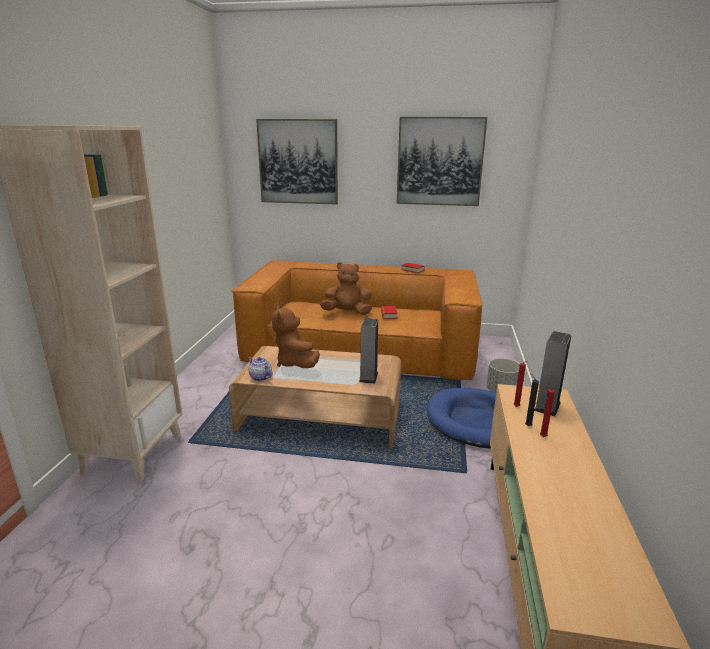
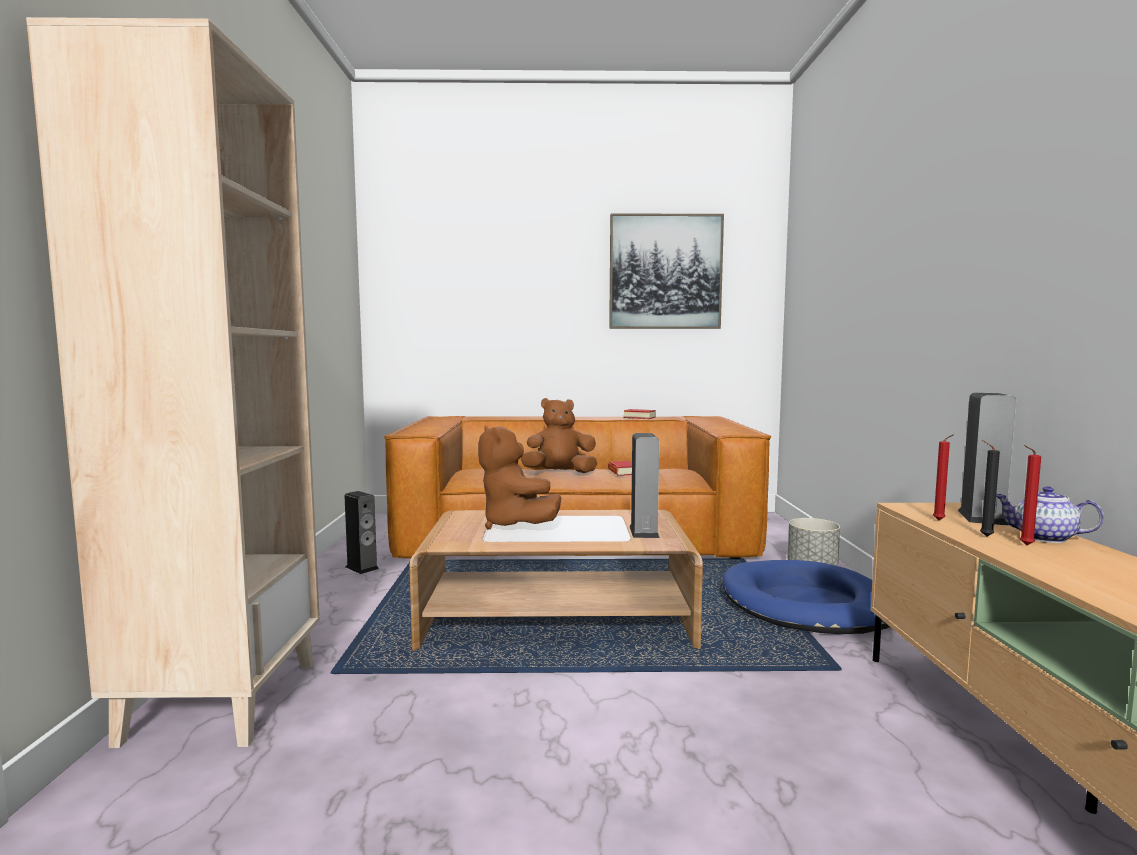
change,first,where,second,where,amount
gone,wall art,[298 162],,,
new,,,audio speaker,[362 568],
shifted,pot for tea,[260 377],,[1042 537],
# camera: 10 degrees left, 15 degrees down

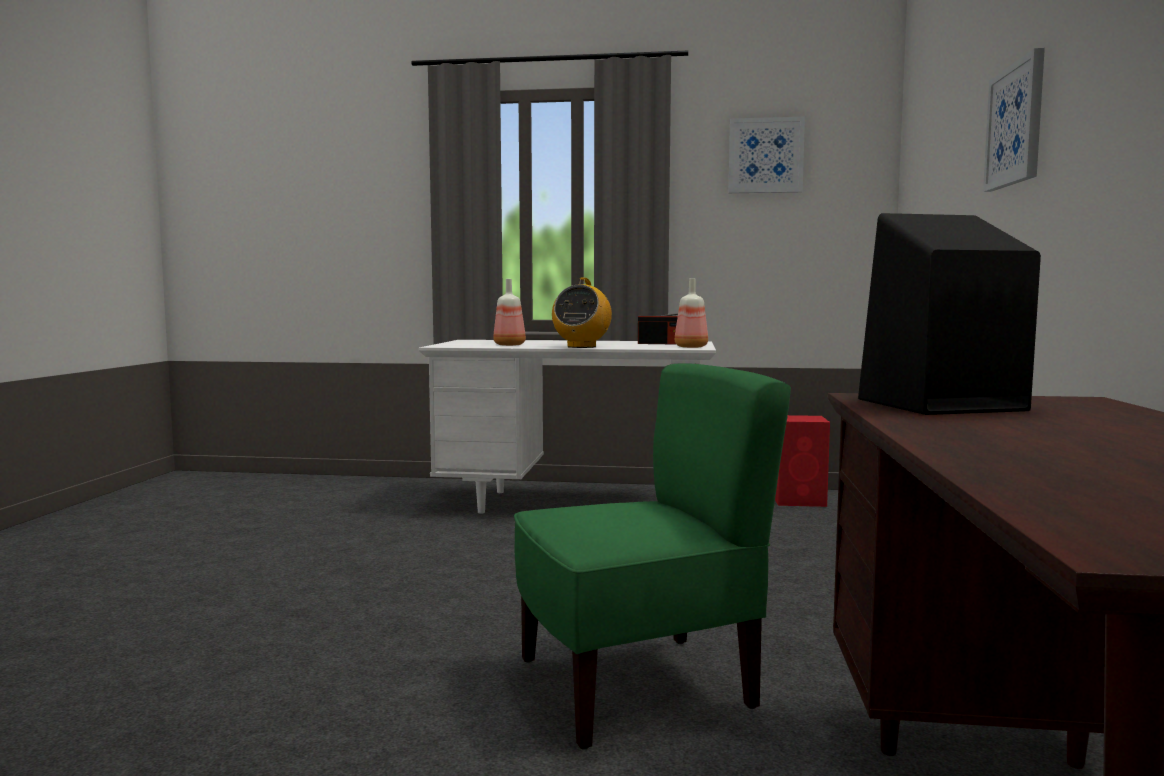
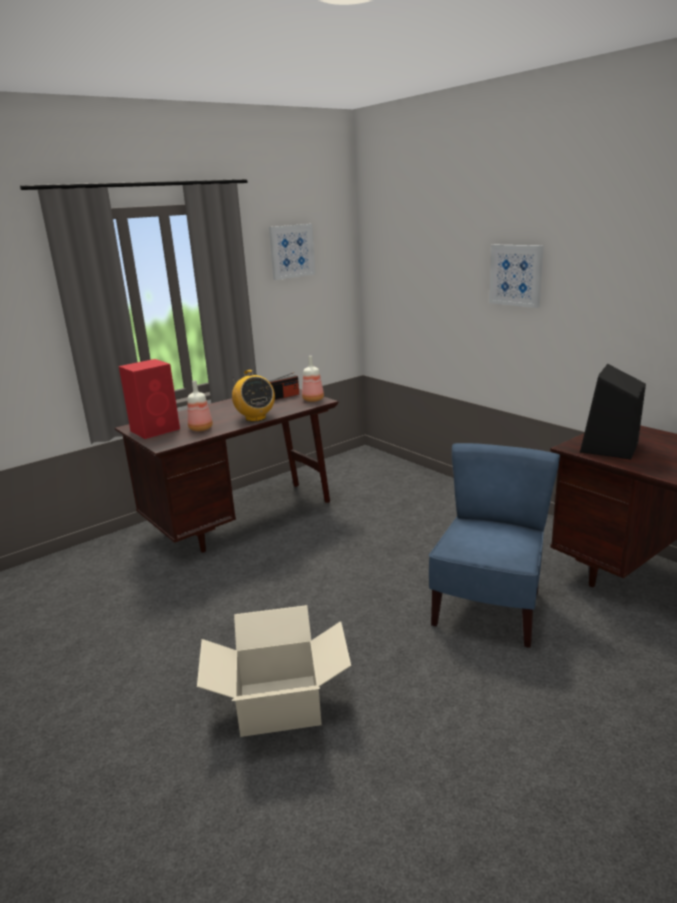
change,first,where,second,where,amount
new,,,packing box,[279 704],
shifted,red-coloured audio speaker,[800 500],,[156 429],
repainted,whitish desk,[574 504],brown-coloured desk,[243 519],
repainted,green chair,[636 686],blue-coloured chair,[489 609],
# camera: 45 degrees left, 15 degrees up

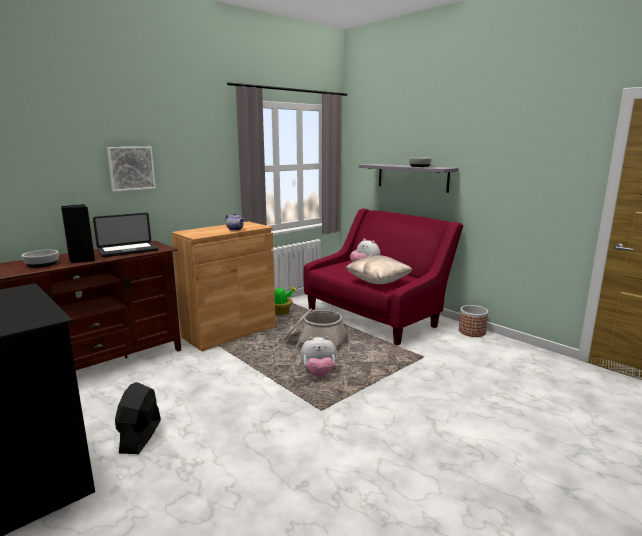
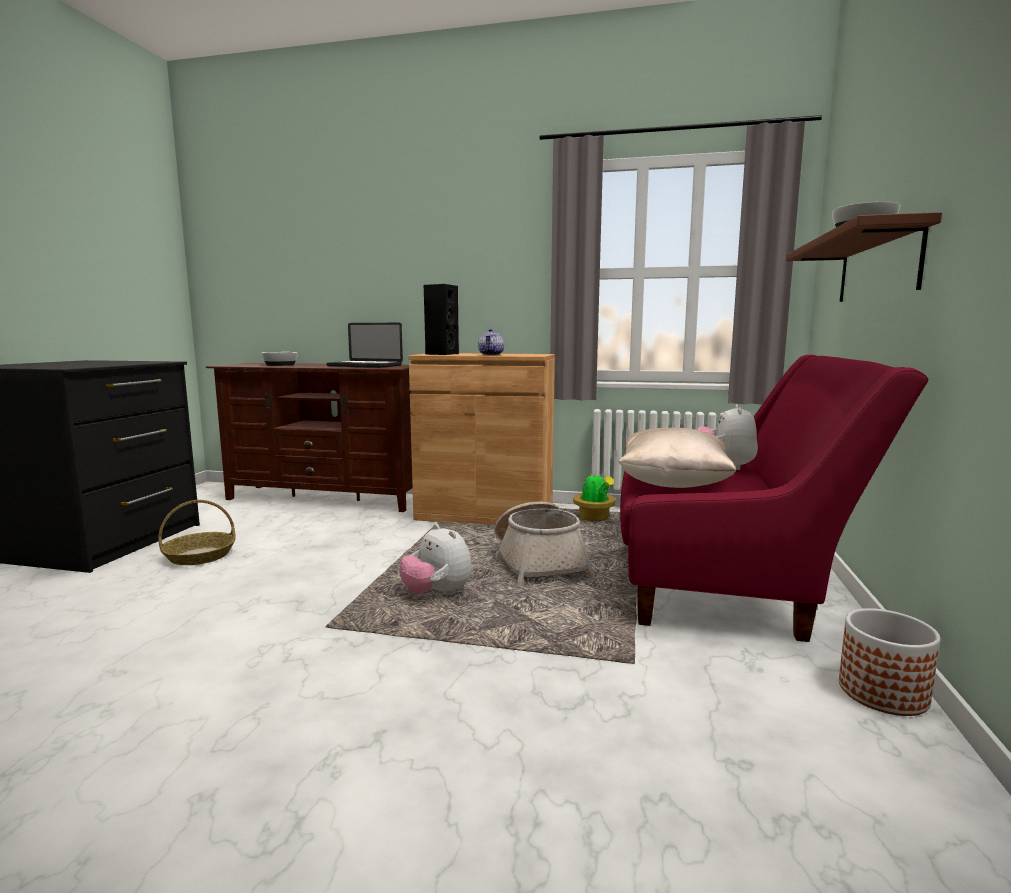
change,first,where,second,where,amount
gone,wall art,[131 168],,,
shifted,blackish audio speaker,[82 260],,[441 354],
swapped,blackish electric fan,[140 436],storage basket,[199 556],
repainted,grey shelf,[412 177],brown-coloured shelf,[877 266],
# camera: 55 degrees right, 5 degrees down

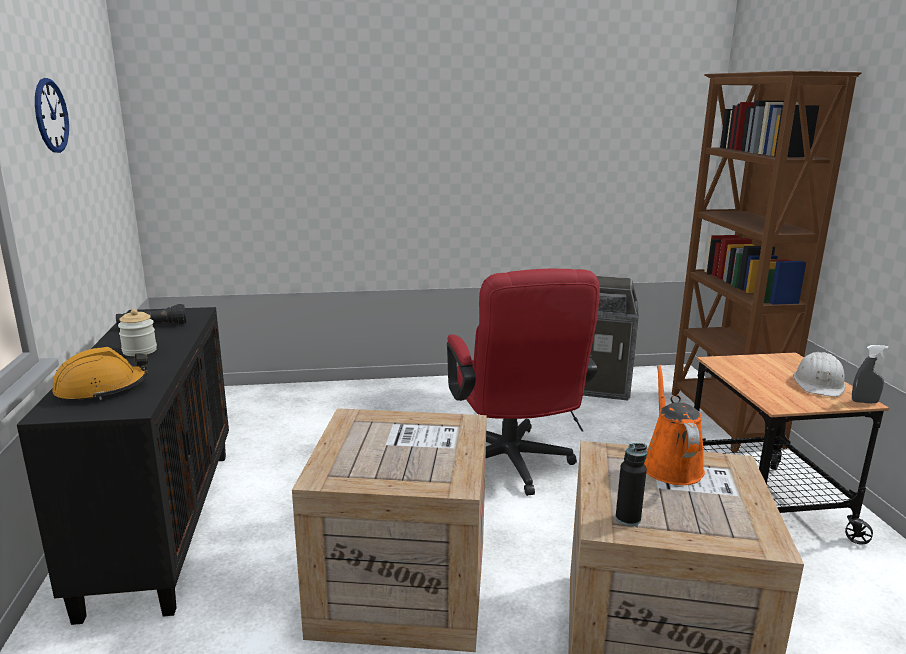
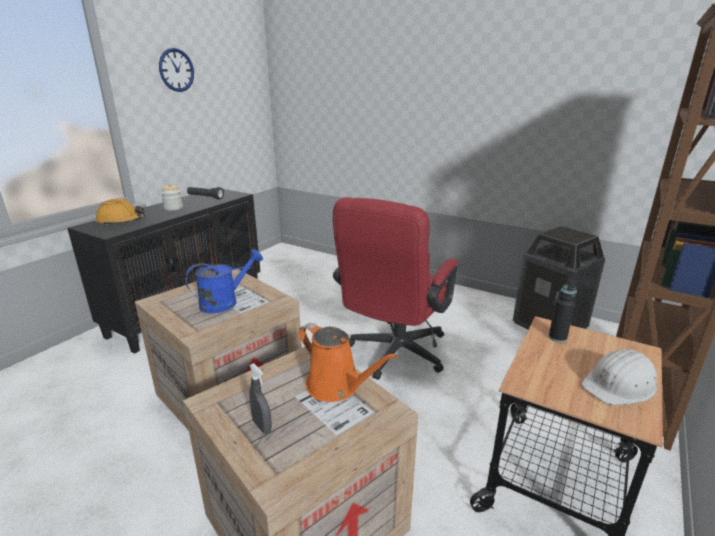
change,first,where,second,where,amount
new,,,blue-coloured watering pot,[225 302],
shifted,blackish beverage bottle,[628 519],,[557 337],
shifted,grey spray bottle,[864 402],,[262 426],
rotated,orangey watering pot,[670 465],,[337 386],90 degrees clockwise
# camera: 40 degrees right, 5 degrees up

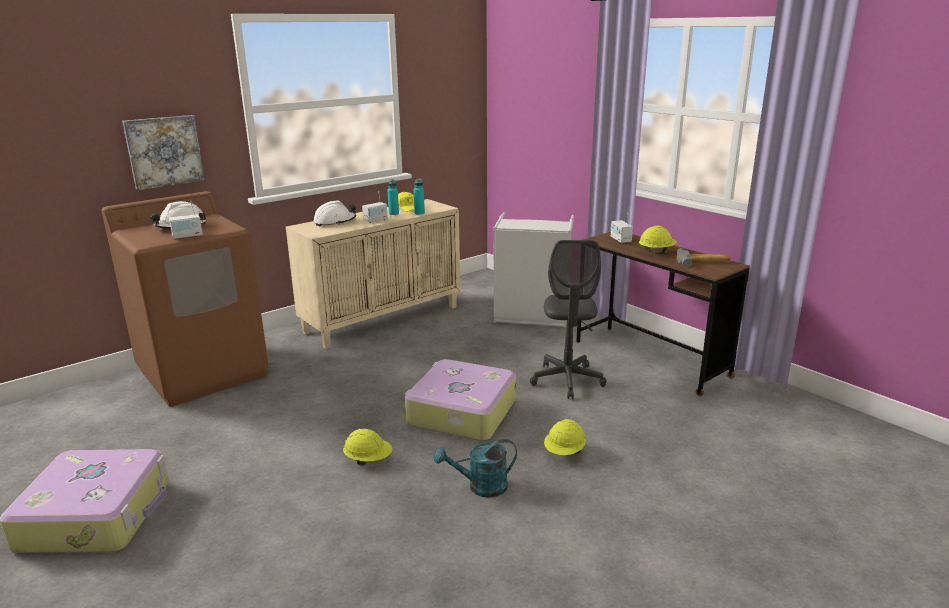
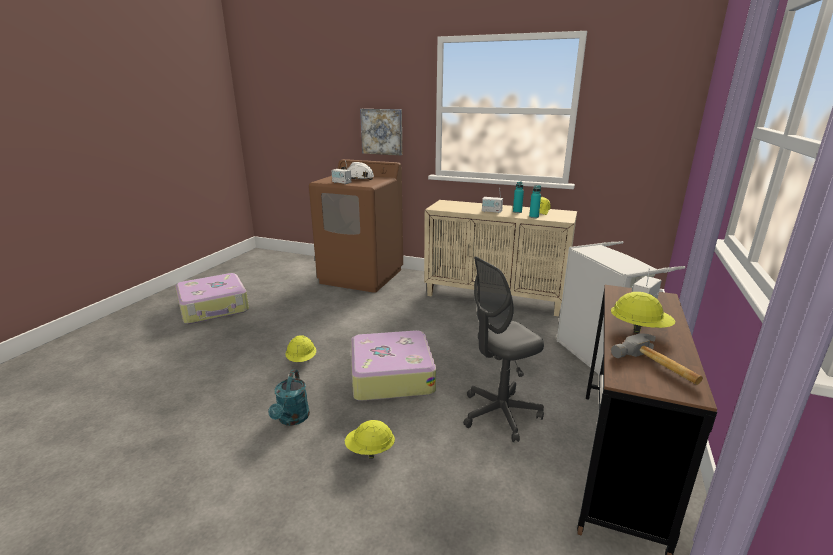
change,first,where,second,where,amount
gone,whitish hard hat,[335 222],,,
rotated,blue-green watering pot,[480 487],,[292 419],135 degrees counterclockwise
# camera: 60 degrees right, 0 degrees up

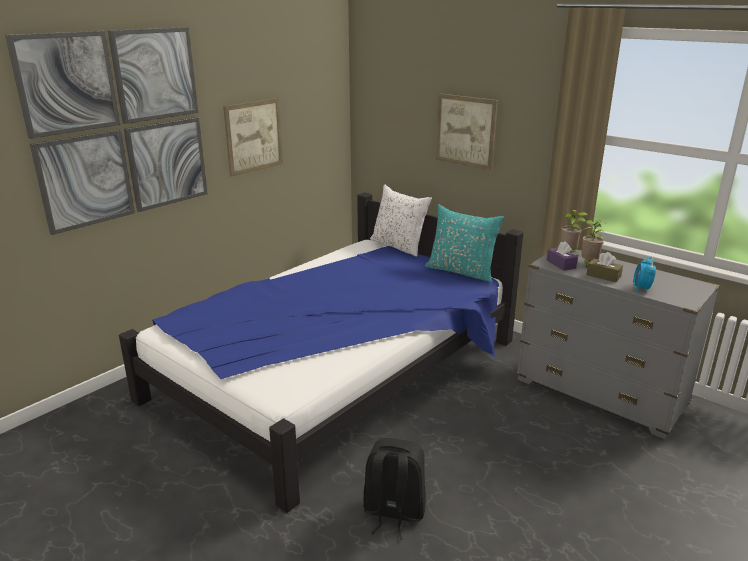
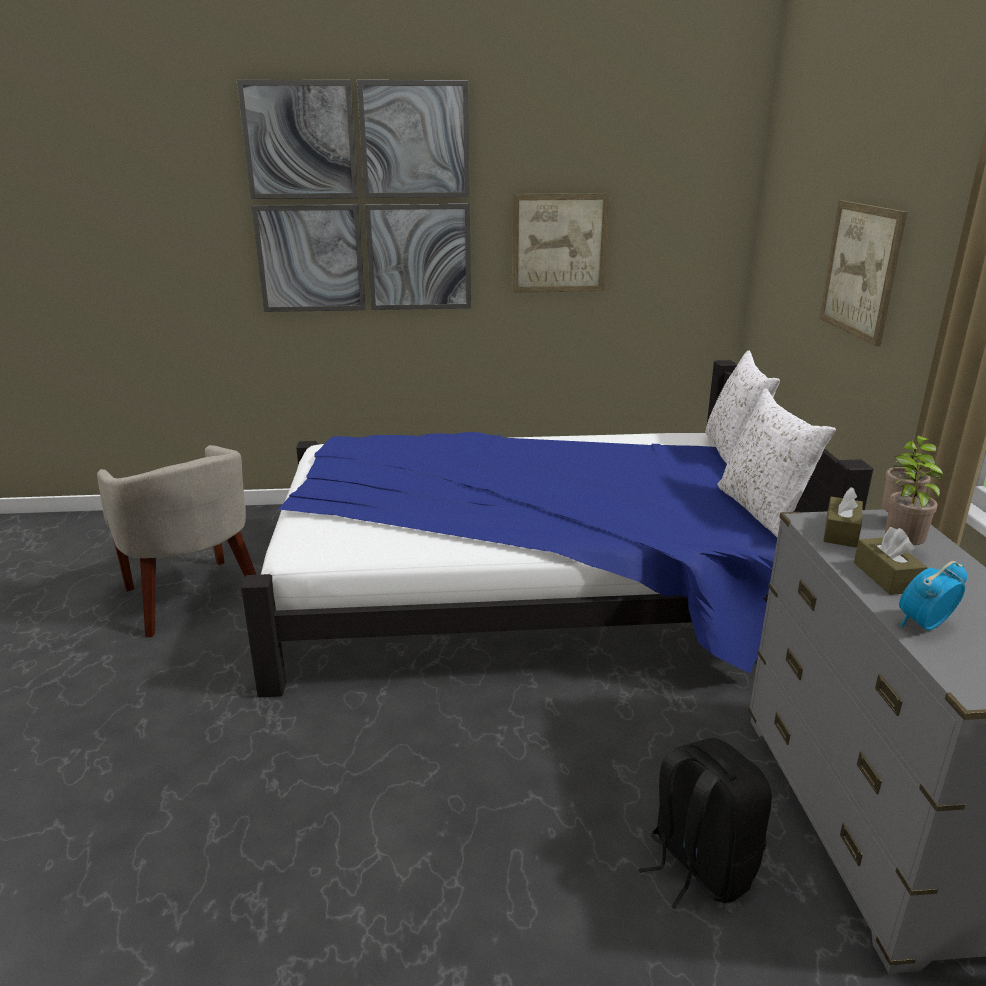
change,first,where,second,where,amount
new,,,beige lounge chair,[193 598],
shifted,blackish backpack,[393 512],,[698 865],
repainted,blue-green throw pillow,[461 271],whitish throw pillow,[763 510],
repainted,purple-coloured box of tissues,[561 264],brown-coloured box of tissues,[841 532],
# camera: 45 degrees right, 0 degrees up

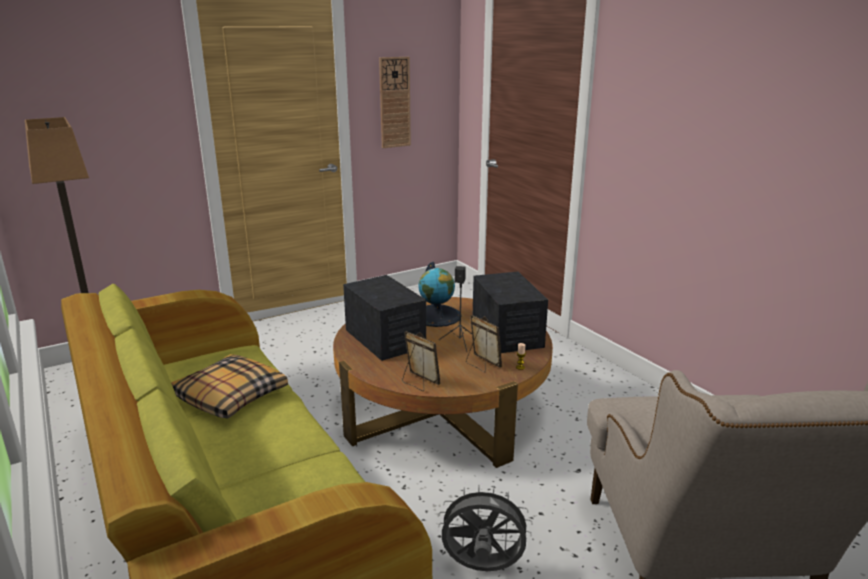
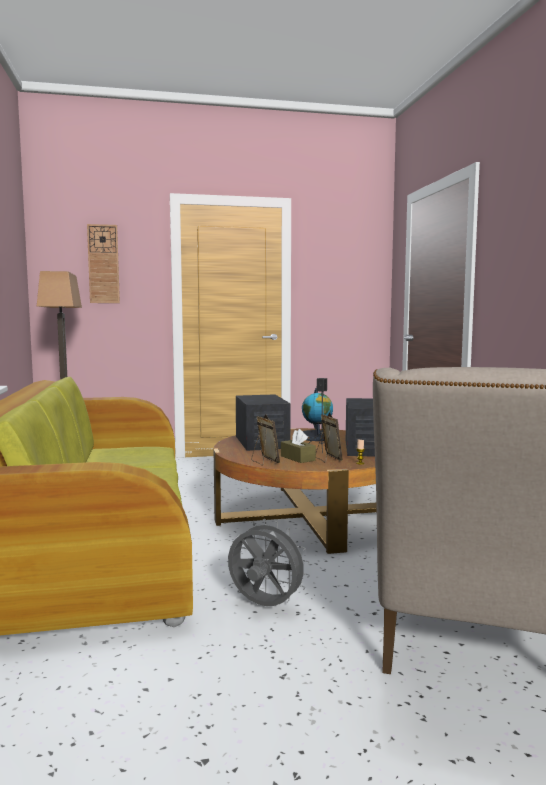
change,first,where,second,where,amount
gone,throw pillow,[230 396],,,
new,,,brown-coloured box of tissues,[297 458],
shifted,wall clock,[394 102],,[103 264],
# camera: 20 degrees right, 15 degrees down

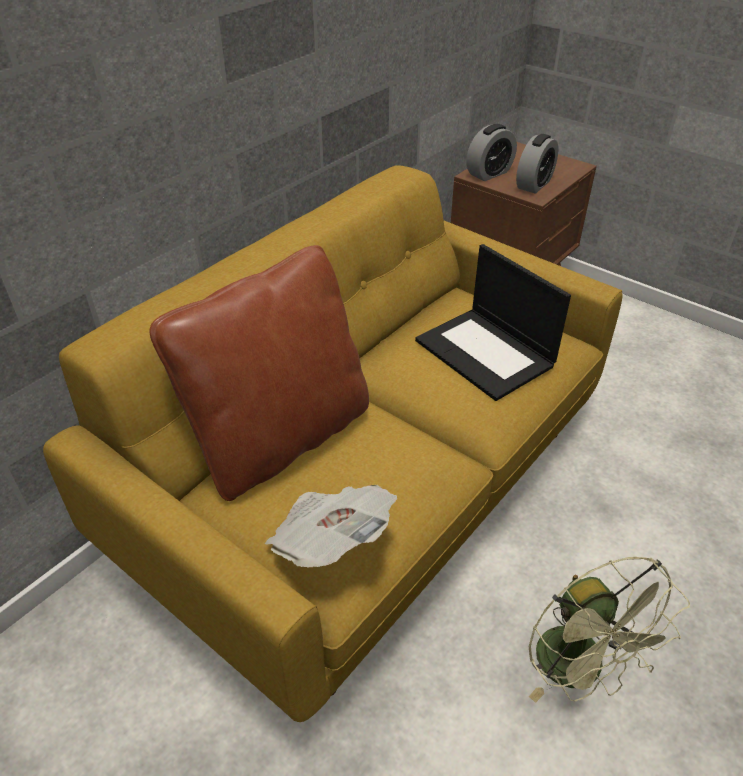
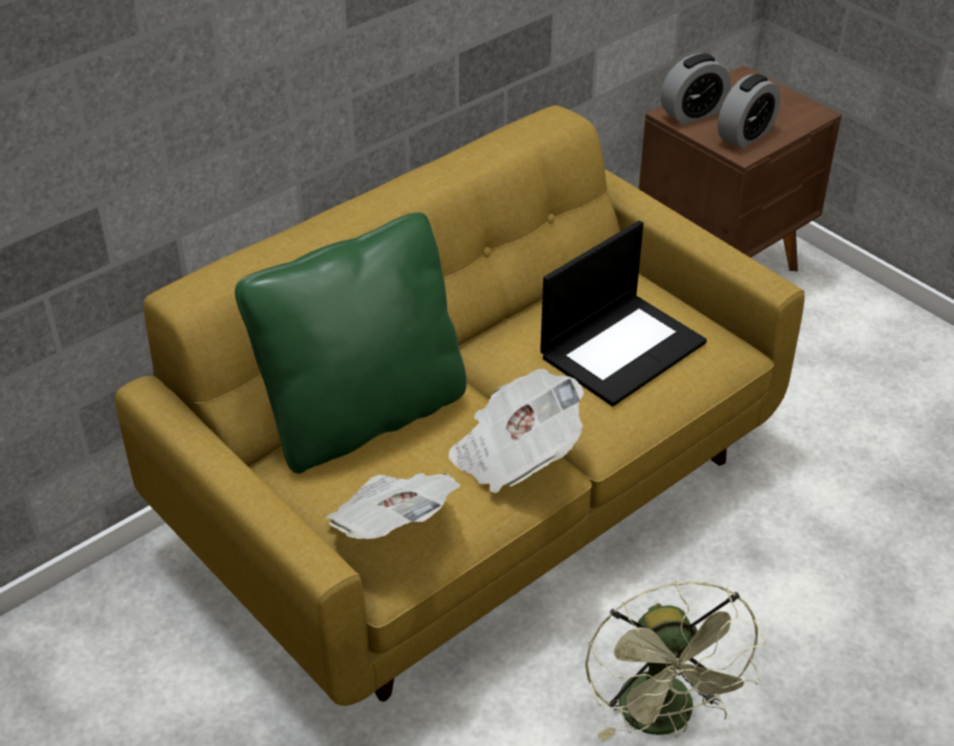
change,first,where,second,where,amount
new,,,printed paper,[515 455],
repainted,brown-coloured throw pillow,[281 438],green throw pillow,[363 416],
rotated,portable computer,[486 353],,[622 348],105 degrees counterclockwise
# camera: 10 degrees right, 0 degrees up

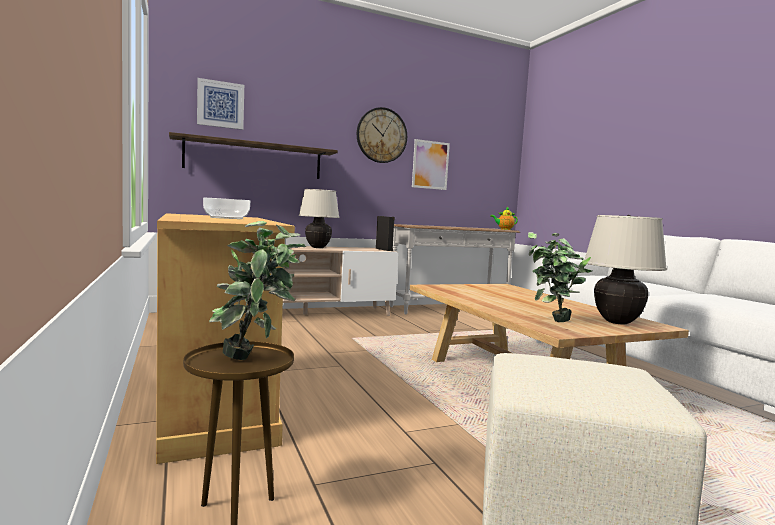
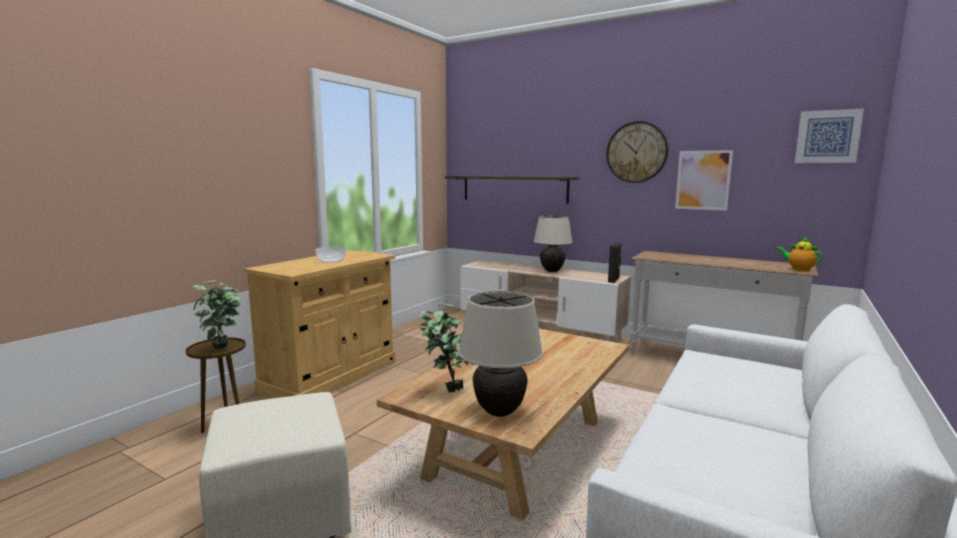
change,first,where,second,where,amount
shifted,wall art,[220 104],,[827 136],
# camera: 55 degrees right, 5 degrees up

